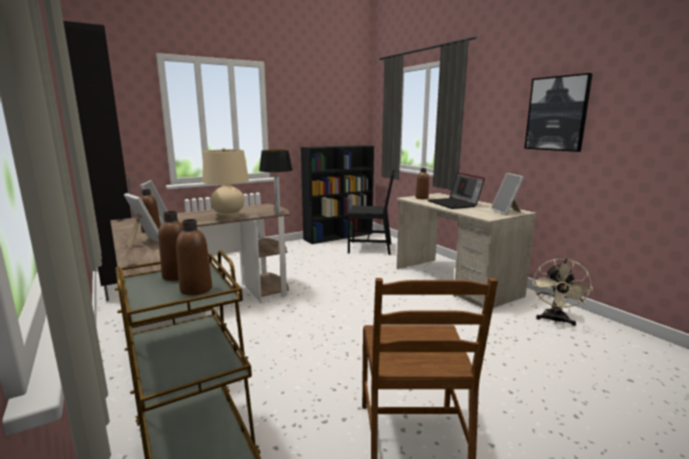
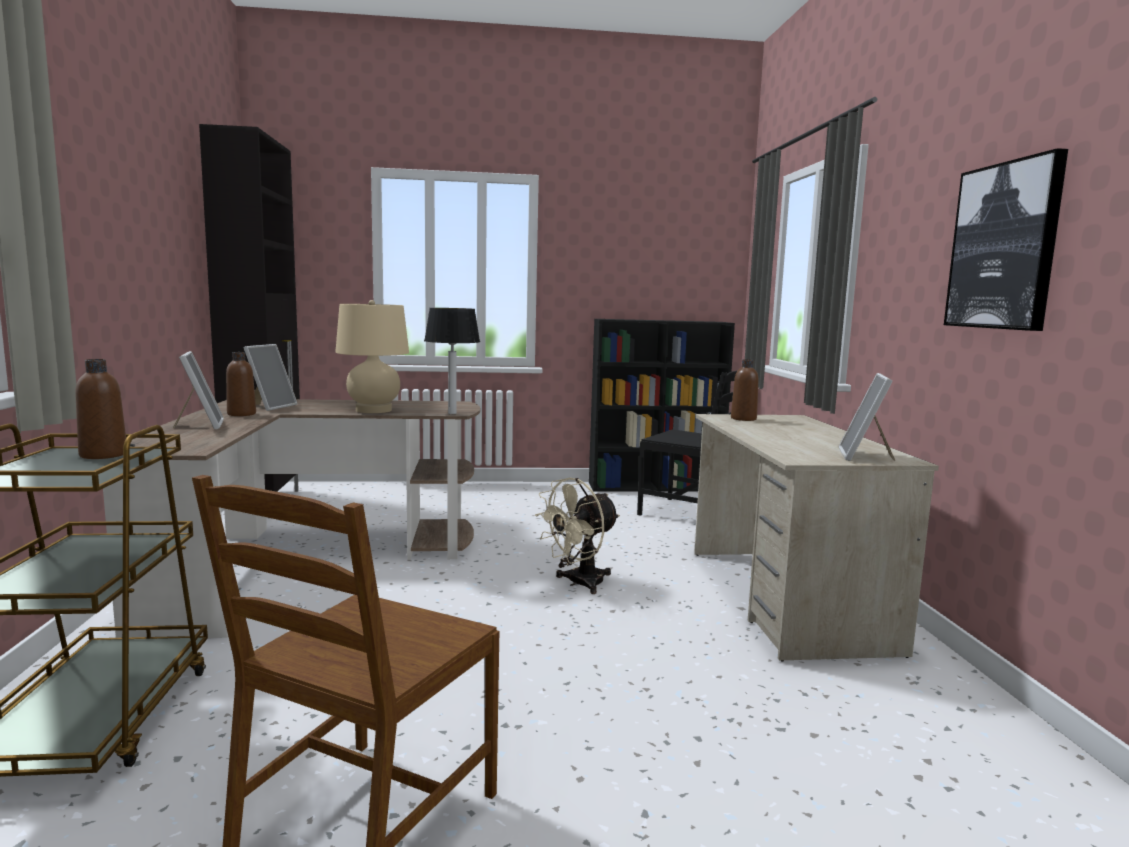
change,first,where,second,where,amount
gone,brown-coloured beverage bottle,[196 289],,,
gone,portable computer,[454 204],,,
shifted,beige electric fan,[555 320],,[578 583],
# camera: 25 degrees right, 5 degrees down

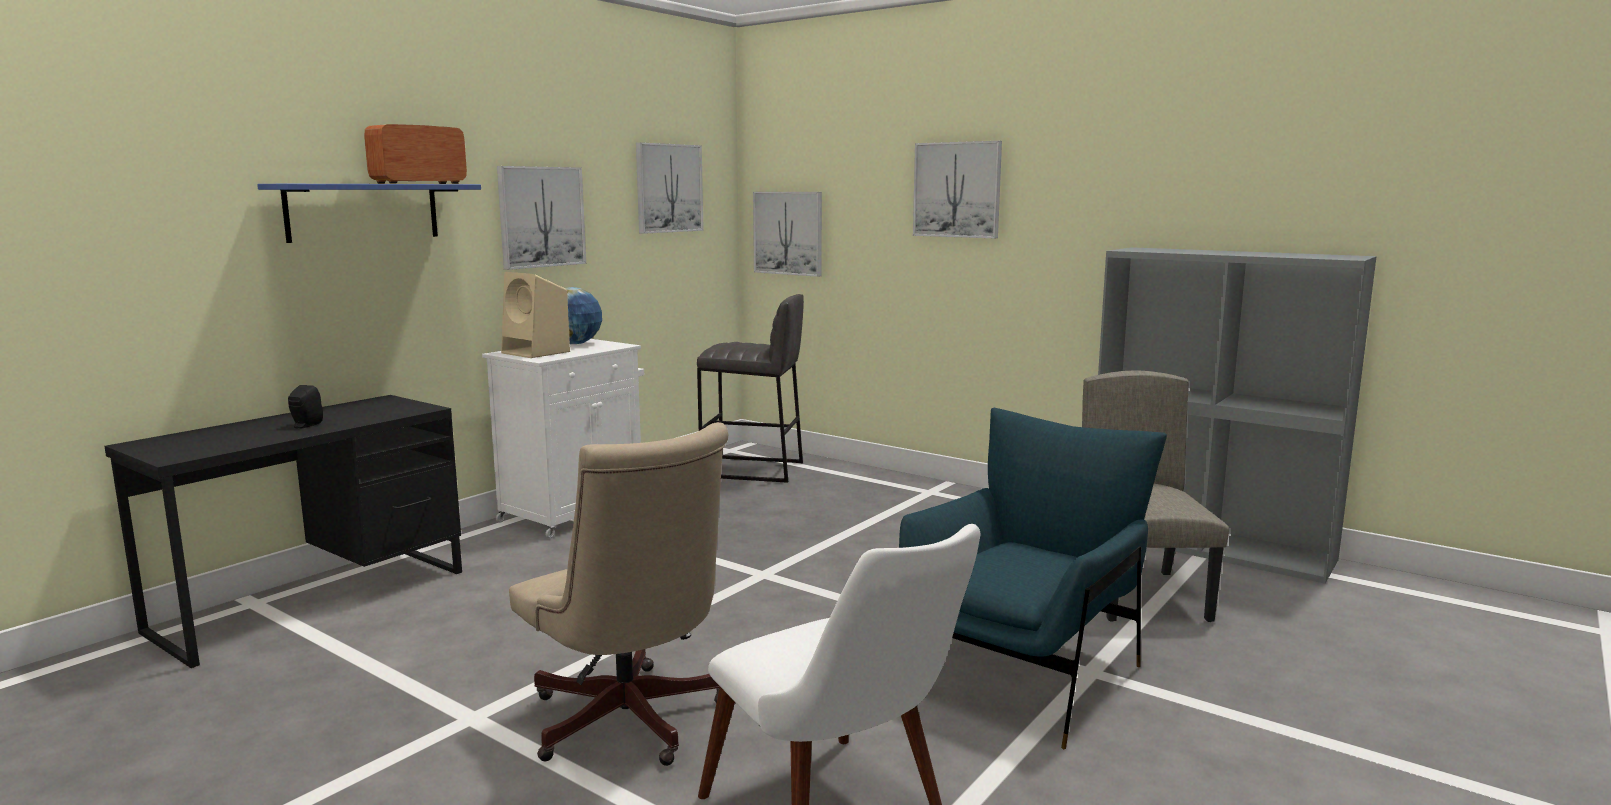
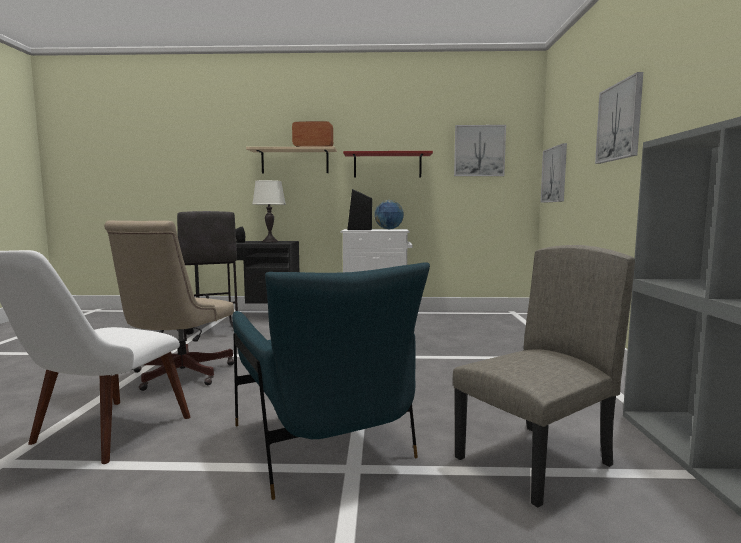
change,first,where,second,where,amount
new,,,whitish tabletop lamp,[270 241],
shifted,grey stool seat,[753 470],,[209 331],
swapped,wall art,[541 217],red-coloured shelf,[387 165],
repainted,blue-coloured shelf,[363 211],beige shelf,[295 161],
repainted,beige audio speaker,[537 352],blackish audio speaker,[360 229],
rotated,blue-coloured lounge chair,[1021 672],,[322 444],60 degrees clockwise
# camera: 55 degrees right, 5 degrees down

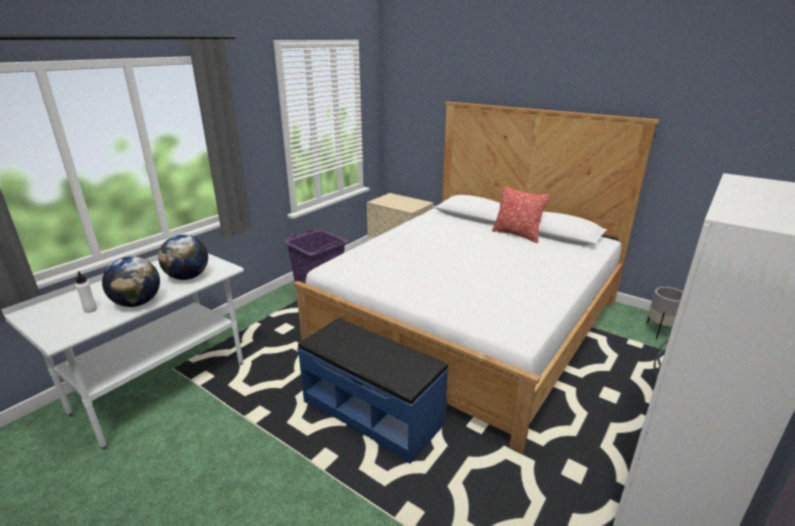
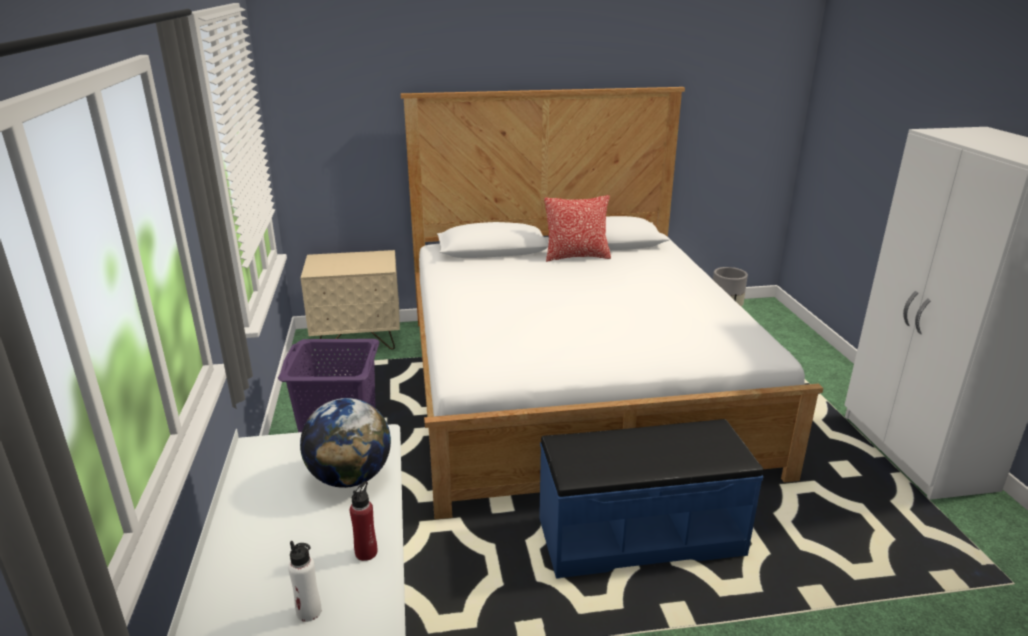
change,first,where,second,where,amount
swapped,desk globe,[138 303],red-coloured beverage bottle,[366 552],
# camera: 45 degrees left, 0 degrees up

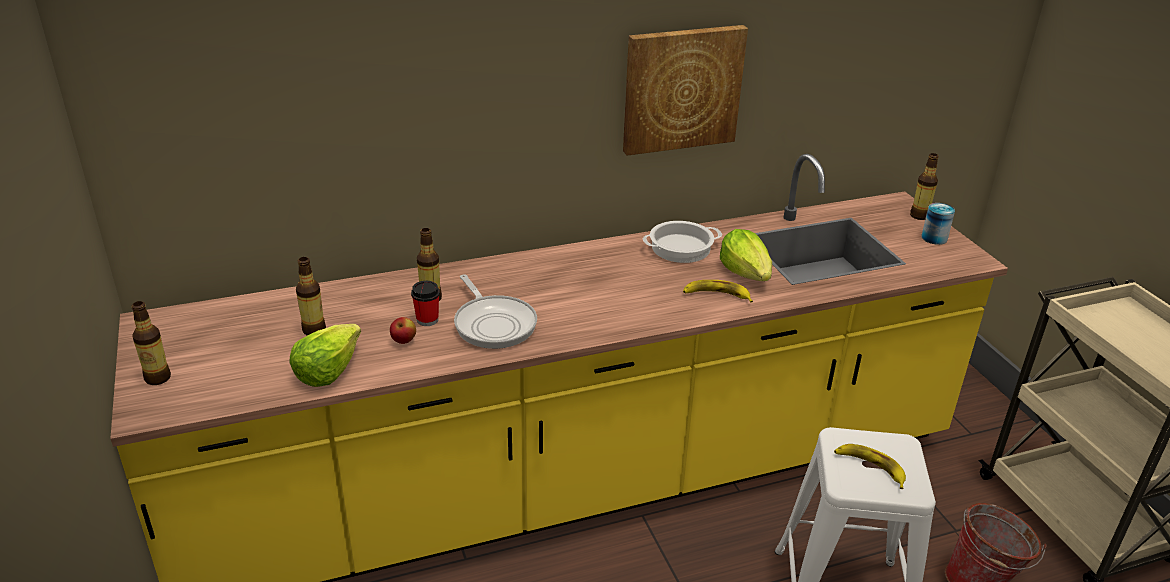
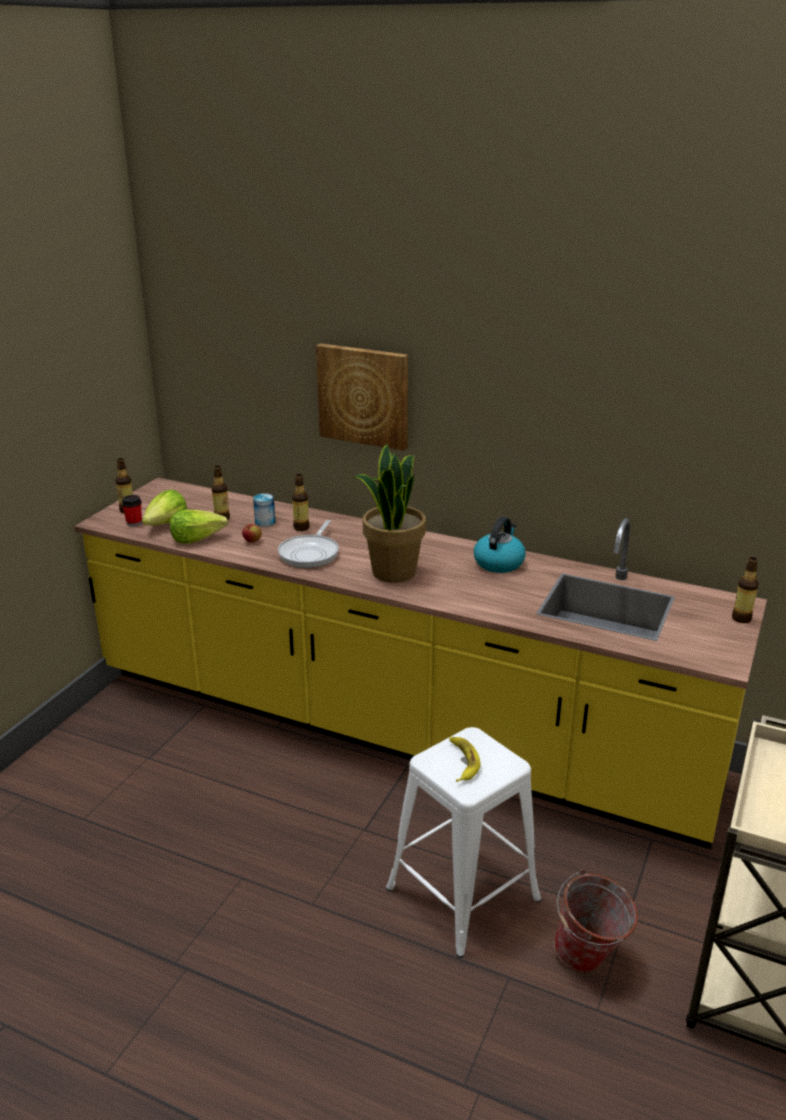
change,first,where,second,where,amount
gone,banana fruit,[716 295],,,
new,,,plant in a pot,[393 572],
shifted,cup,[427 320],,[134 523],
shifted,wall art,[681 89],,[364 395],
shifted,head of lettuce,[746 273],,[166 523],
shifted,metal can,[934 238],,[265 522],
swapped,stockpot,[680 248],kettle,[499 562],
# camera: 45 degrees right, 5 degrees down

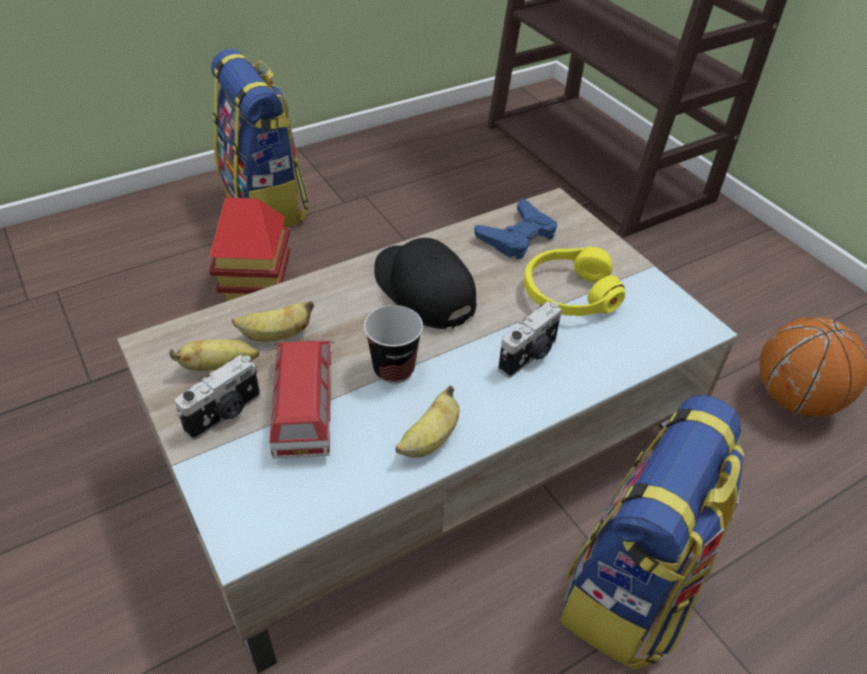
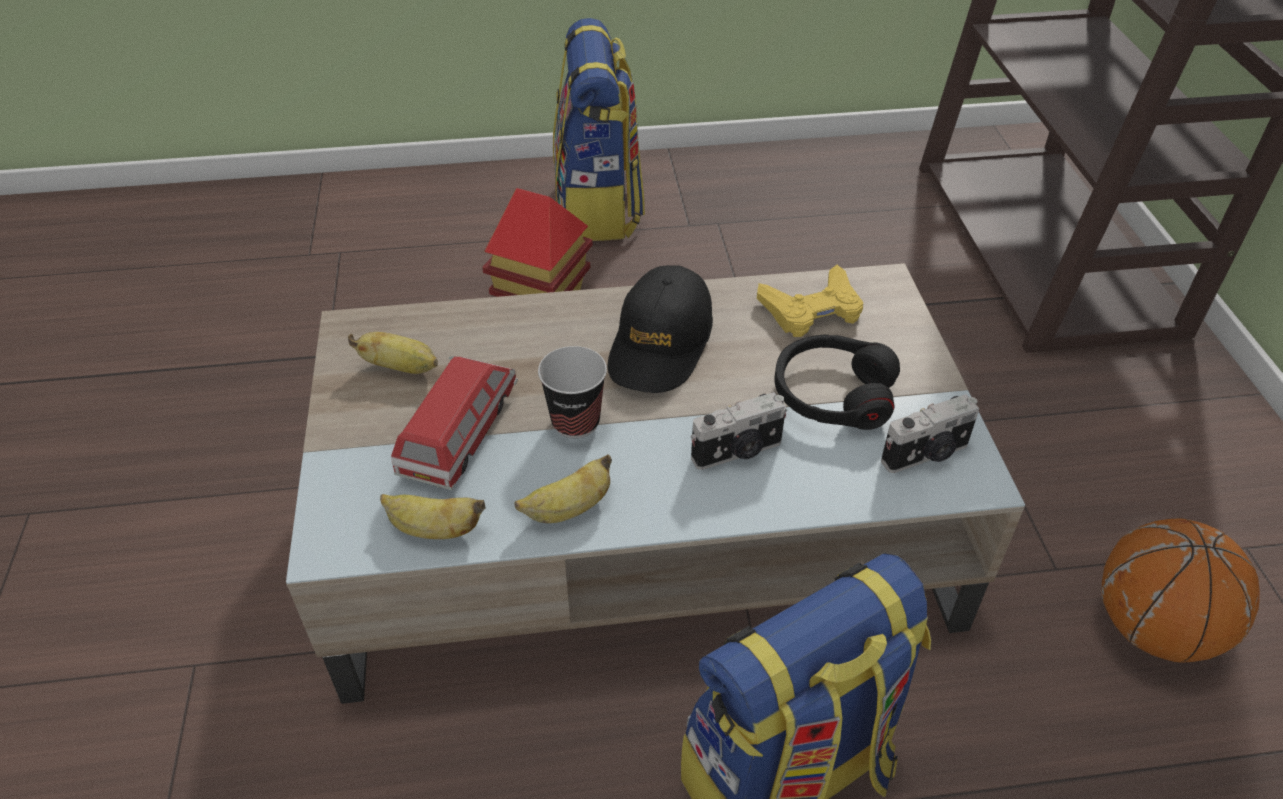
change,first,where,second,where,amount
shifted,still camera,[225 414],,[926 455],
shifted,banana fruit,[276 335],,[433 530],
repainted,blue-coloured game controller,[517 236],yellow game controller,[812 310],
repainted,yellow headset,[569 294],blackish headset,[832 394],
rotated,blackish peaked cap,[423 290],,[660 344],150 degrees counterclockwise
# camera: 25 degrees right, 0 degrees up

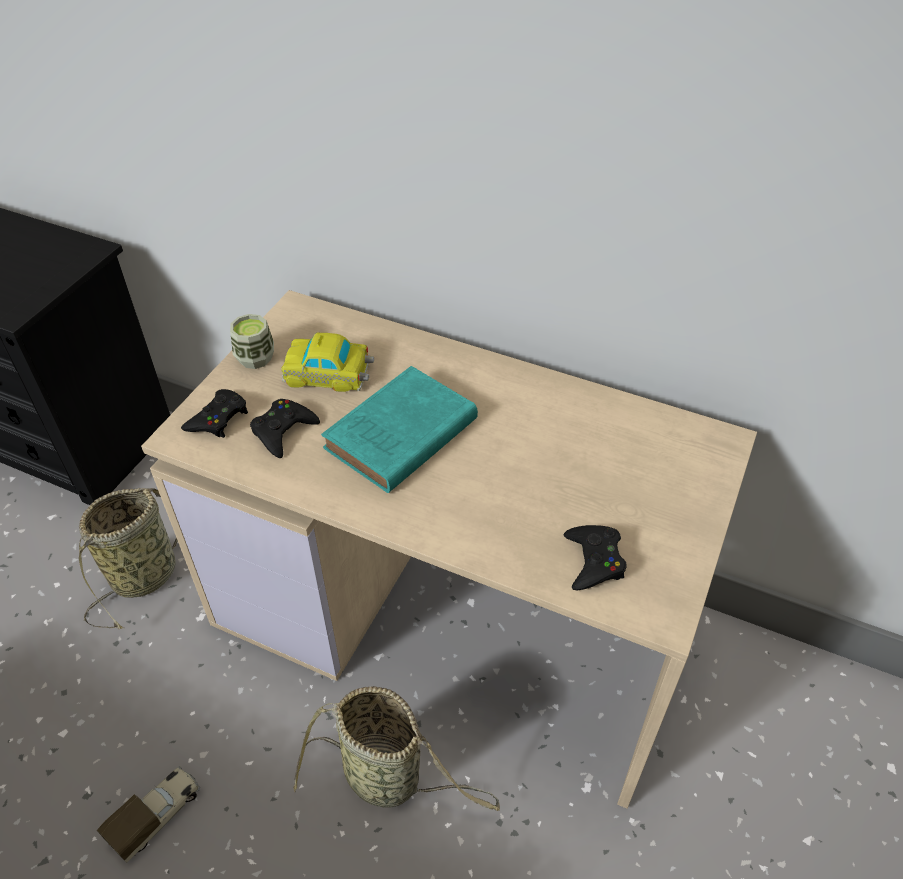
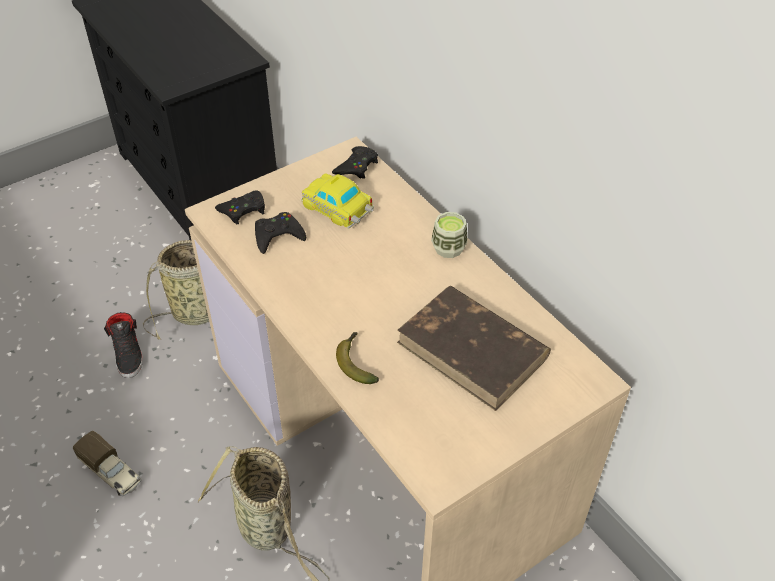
change,first,where,second,where,amount
gone,blue-green volume,[398 437],,,
new,,,blackish item of footwear,[128 352],
new,,,banana fruit,[355 362],
new,,,brown-coloured volume,[473 350],
shifted,cup,[255 358],,[448 248],
shifted,blackish game controller,[594 561],,[357 166],
rotated,toy truck,[157 816],,[112 473],60 degrees clockwise
# camera: 30 degrees right, 0 degrees up

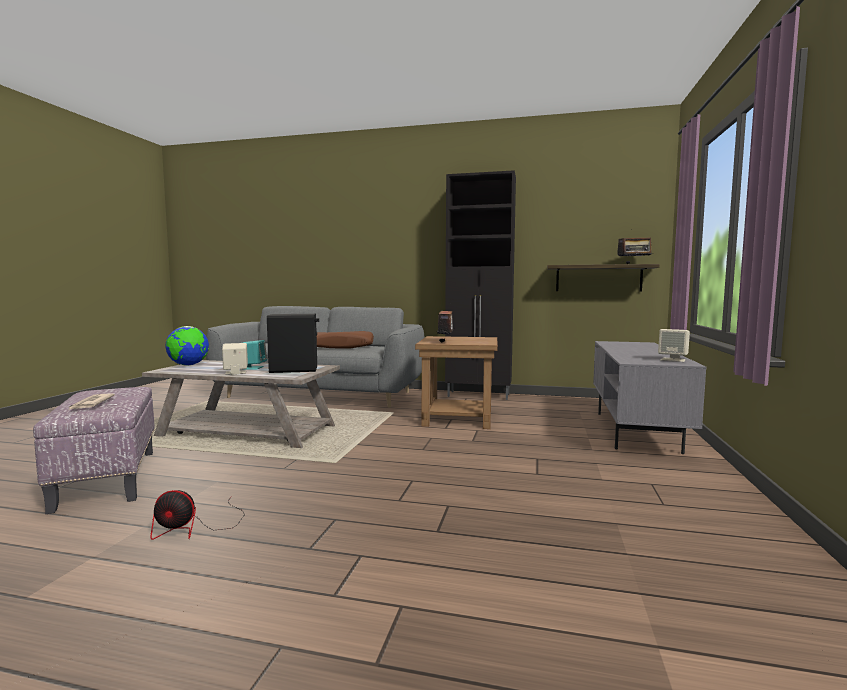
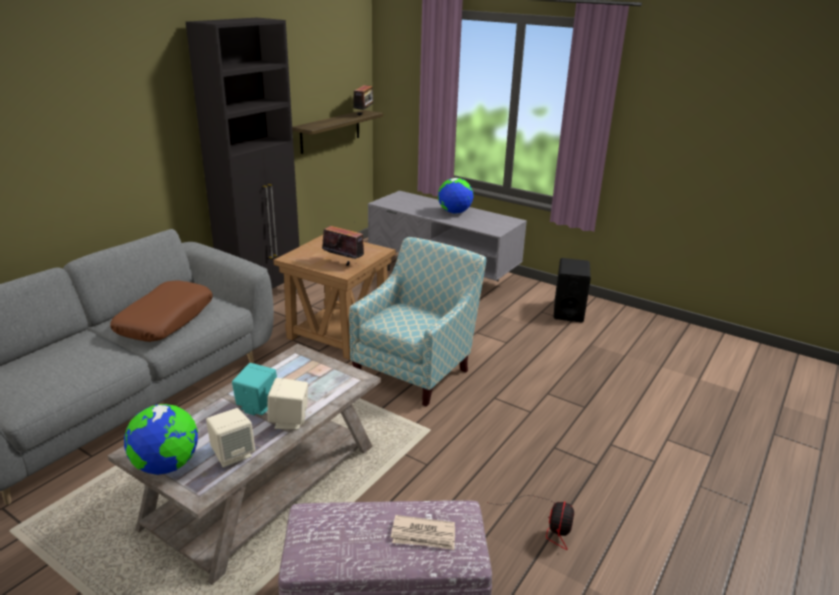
change,first,where,second,where,amount
new,,,lounge chair,[416 369],
new,,,desk globe,[454 212],
shifted,blackish audio speaker,[294 369],,[568 311],
shifted,beige audio speaker,[673 360],,[233 454],
# camera: 70 degrees left, 20 degrees up

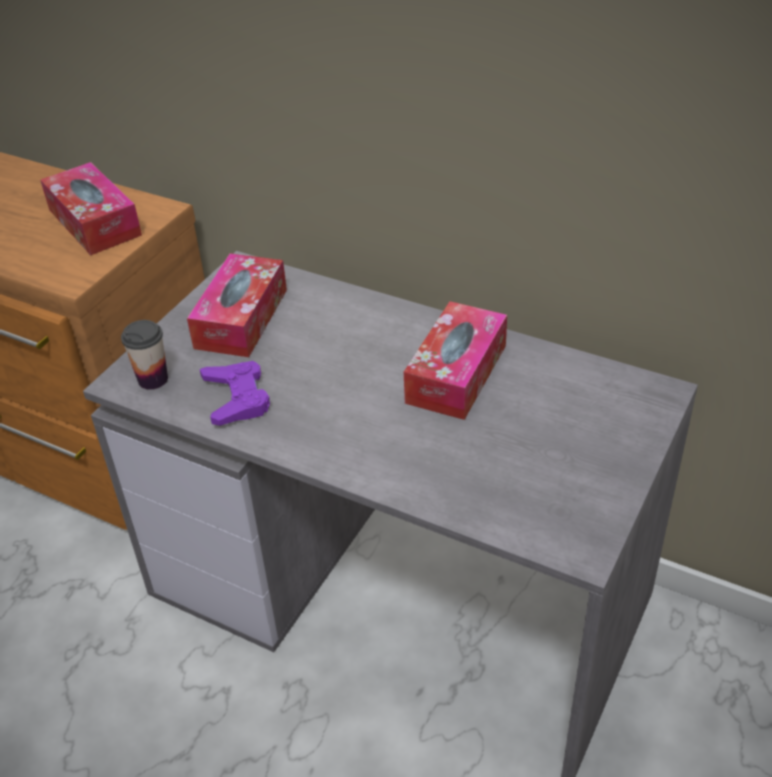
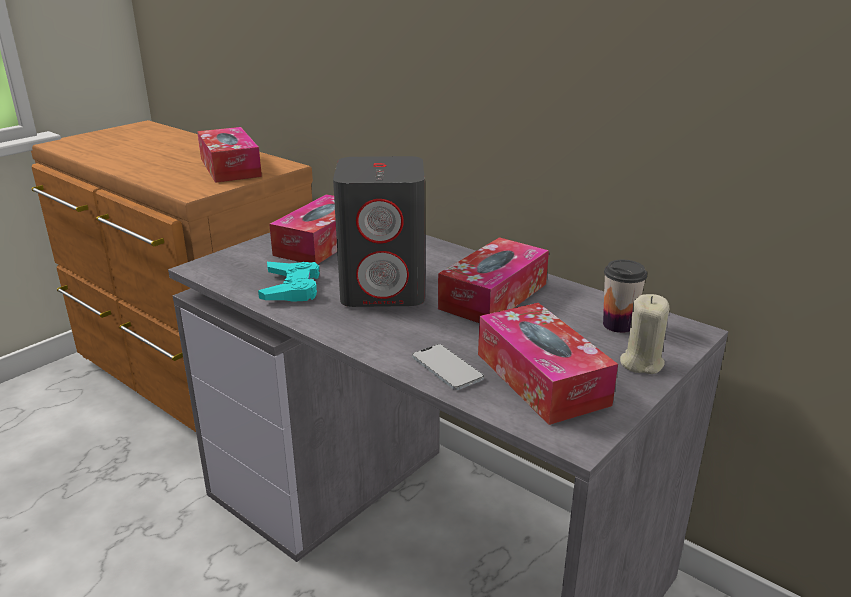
change,first,where,second,where,amount
new,,,grey audio speaker,[384 289],
new,,,handset,[447 368],
new,,,box of tissues,[541 378],
new,,,beige wax light,[641 363],
shifted,cup,[153 379],,[618 325],
repainted,purple-coloured game controller,[237 398],blue-green game controller,[291 288],
# camera: 10 degrees right, 15 degrees down

